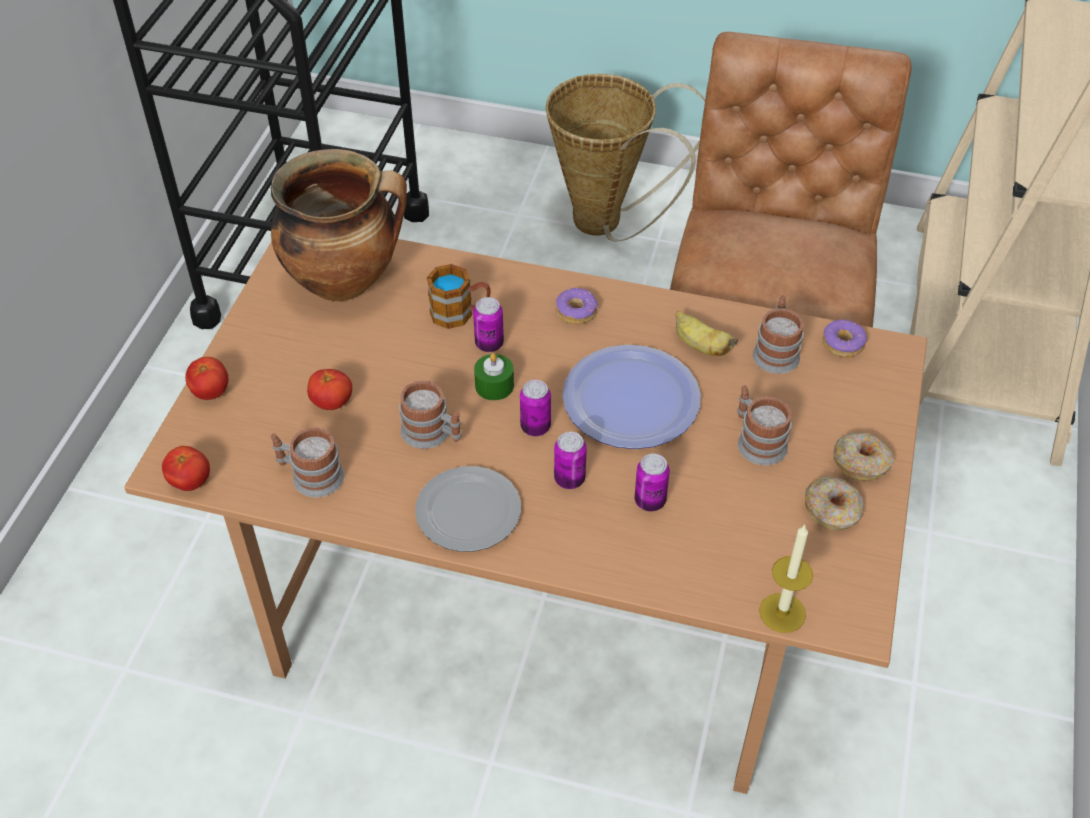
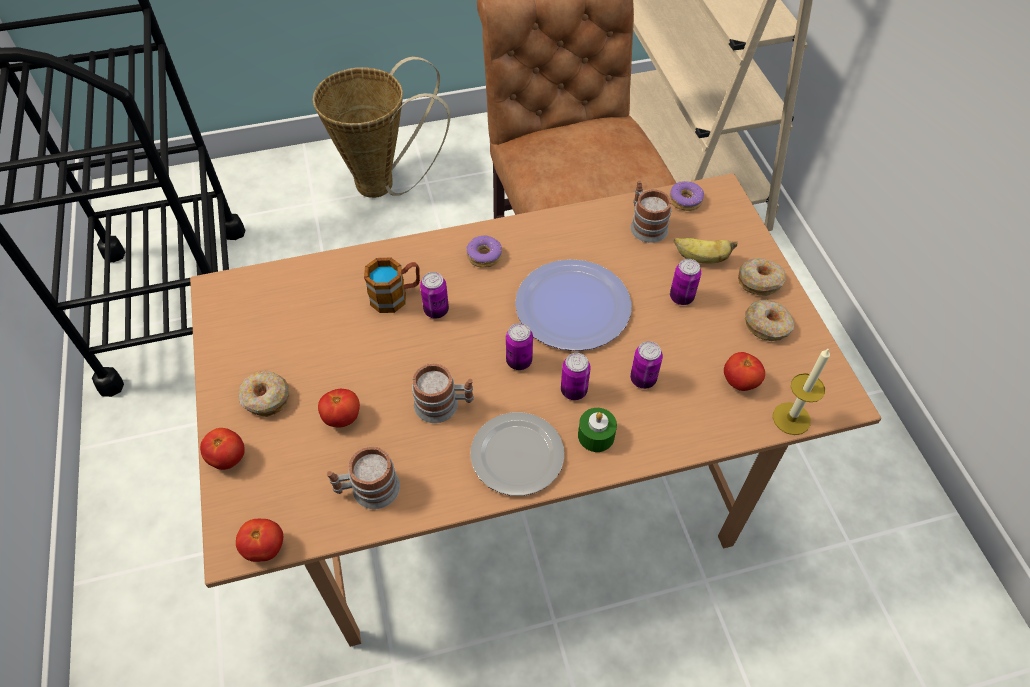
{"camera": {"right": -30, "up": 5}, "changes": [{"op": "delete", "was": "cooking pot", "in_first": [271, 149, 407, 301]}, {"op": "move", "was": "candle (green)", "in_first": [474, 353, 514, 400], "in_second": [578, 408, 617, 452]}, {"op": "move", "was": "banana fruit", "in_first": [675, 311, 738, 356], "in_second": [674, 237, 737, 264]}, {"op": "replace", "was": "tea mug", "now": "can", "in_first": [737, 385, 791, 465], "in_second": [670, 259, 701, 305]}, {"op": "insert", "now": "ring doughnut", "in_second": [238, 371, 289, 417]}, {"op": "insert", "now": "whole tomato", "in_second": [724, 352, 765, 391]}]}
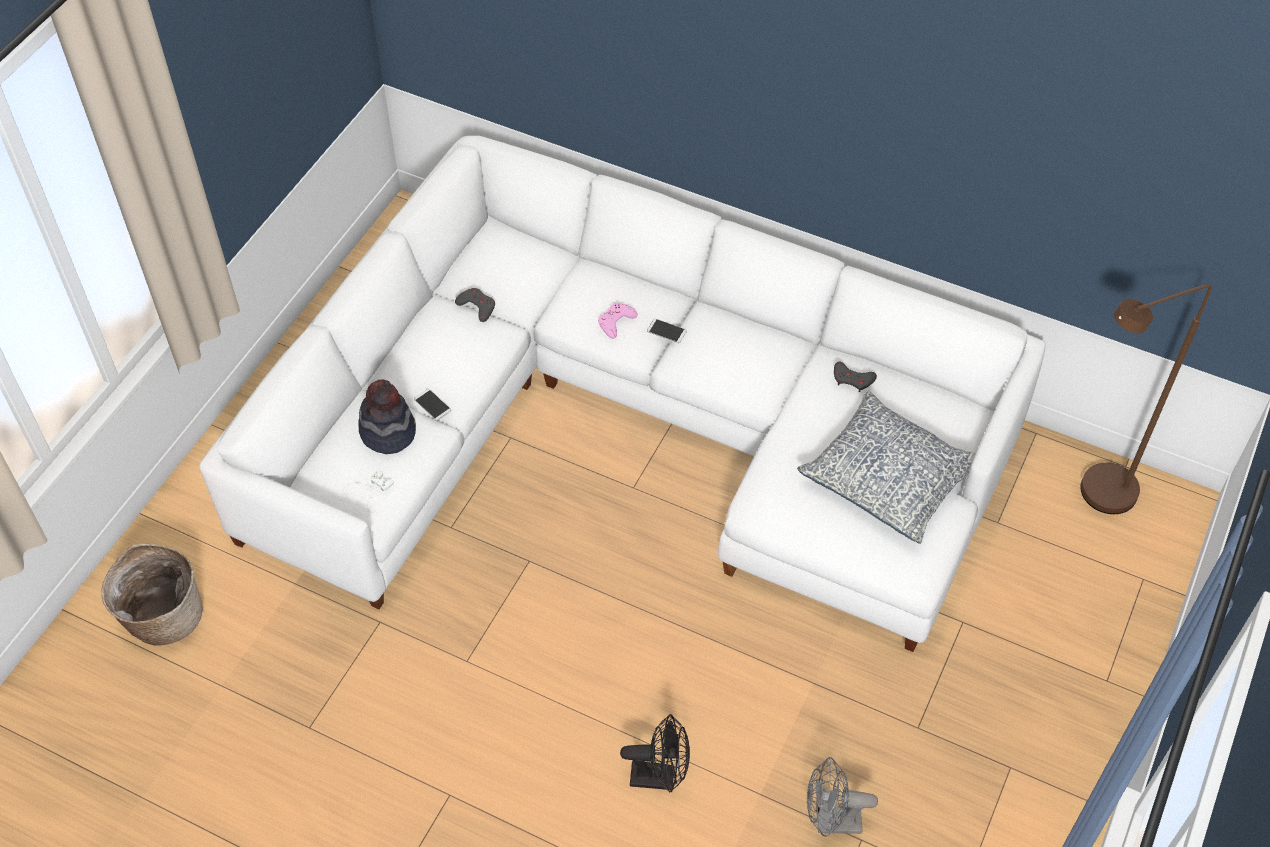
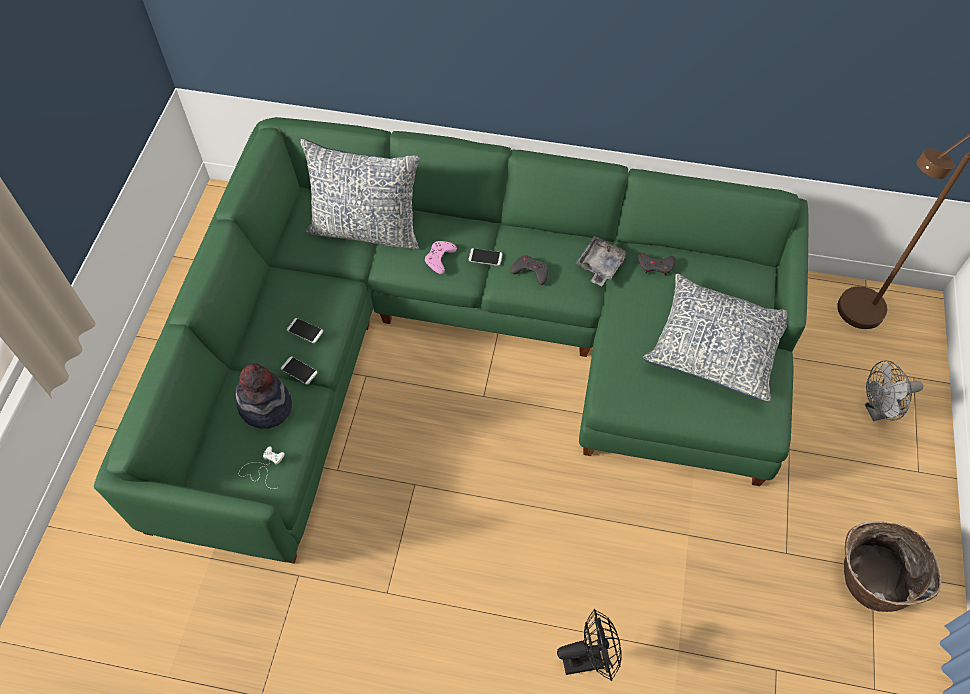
{"camera": {"right": -15, "up": 5}, "changes": [{"op": "move", "was": "household basket", "in_first": [101, 544, 203, 646], "in_second": [844, 521, 941, 612]}, {"op": "recolor", "was": "couch (whitish)", "now": "couch (green)", "in_first": [199, 136, 1046, 652], "in_second": [94, 117, 809, 564]}, {"op": "move", "was": "gamepad (gray)", "in_first": [455, 288, 495, 322], "in_second": [510, 255, 548, 285]}, {"op": "move", "was": "cooling fan (gray)", "in_first": [807, 757, 878, 837], "in_second": [865, 360, 924, 421]}, {"op": "insert", "now": "phone", "in_second": [287, 318, 323, 343]}, {"op": "insert", "now": "pillow", "in_second": [300, 139, 420, 250]}, {"op": "insert", "now": "carrying tray (gray)", "in_second": [575, 236, 629, 286]}]}
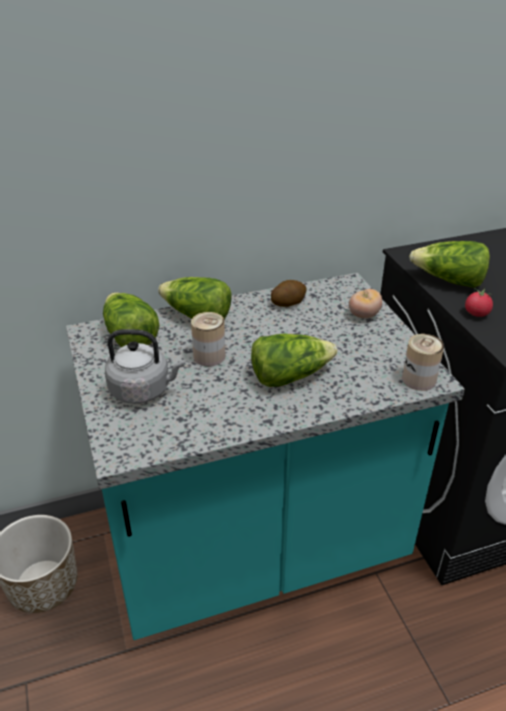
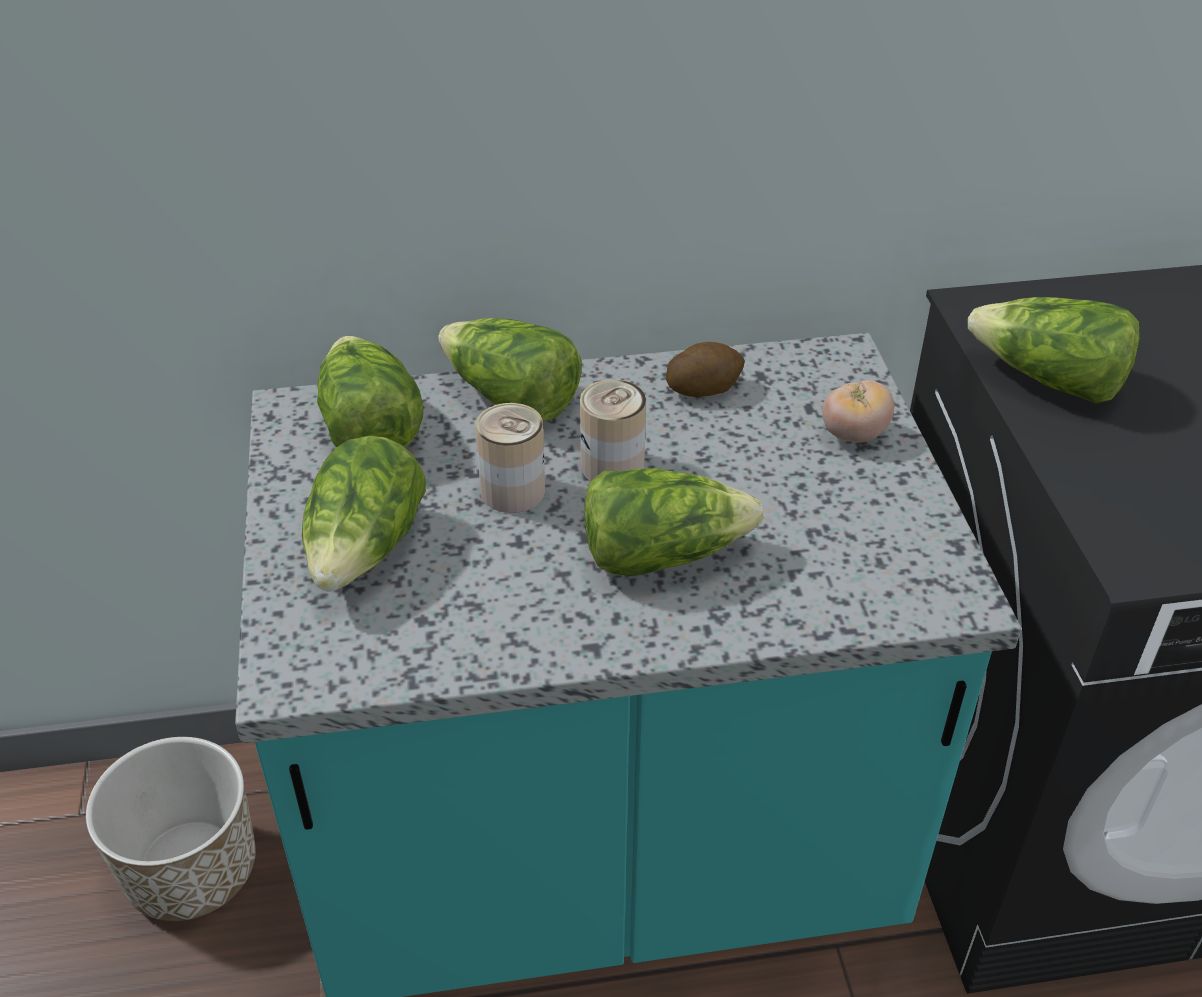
{"camera": {"right": 10, "up": 5}, "changes": [{"op": "replace", "was": "tea kettle (gray)", "now": "lettuce", "in_first": [105, 329, 184, 404], "in_second": [302, 435, 426, 591]}, {"op": "move", "was": "can", "in_first": [402, 334, 444, 391], "in_second": [580, 379, 646, 481]}, {"op": "delete", "was": "whole tomato", "in_first": [465, 288, 493, 317]}]}
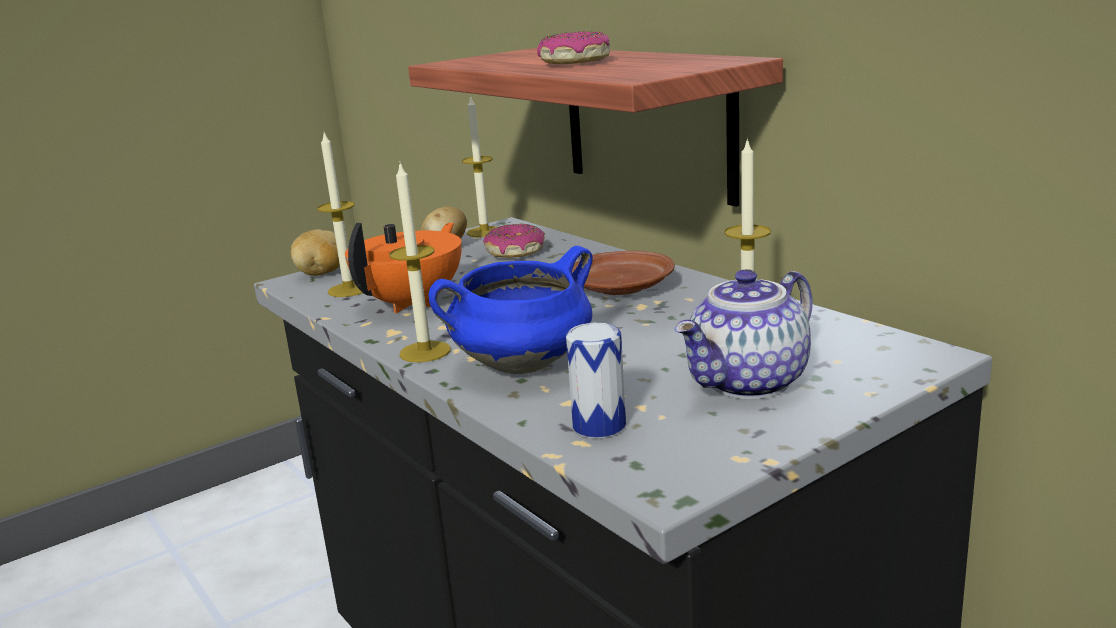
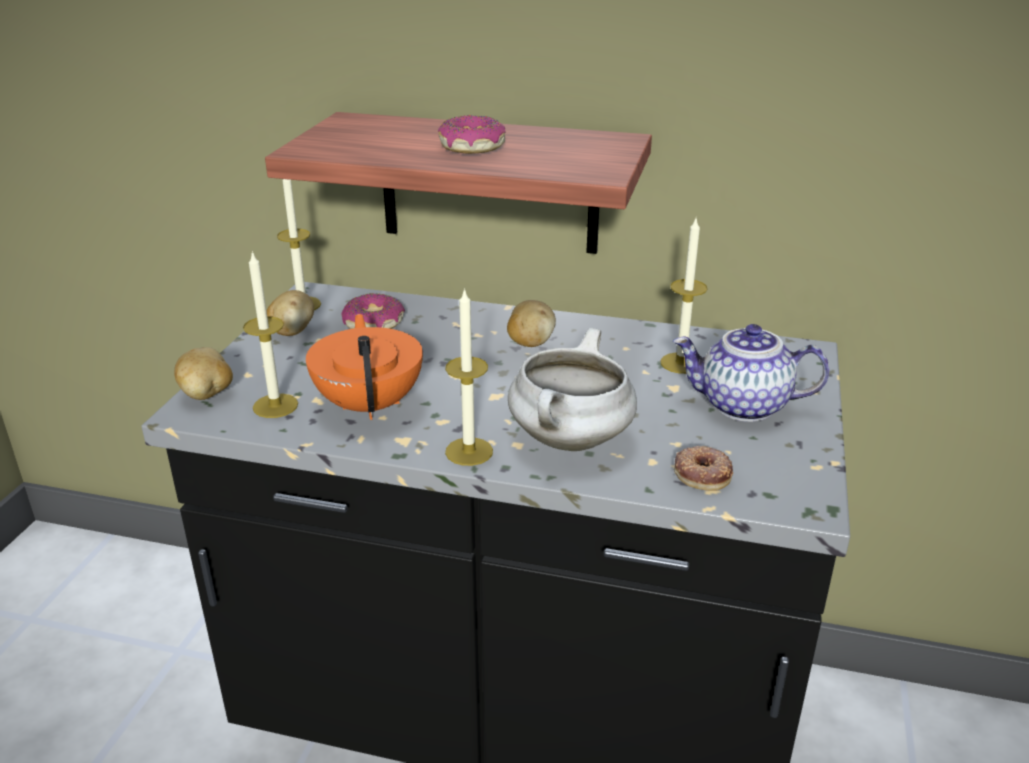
{"camera": {"right": -40, "up": 10}, "changes": [{"op": "recolor", "was": "cooking pot (bluish)", "now": "cooking pot (whitish)", "in_first": [429, 246, 593, 374], "in_second": [508, 328, 637, 451]}, {"op": "replace", "was": "can", "now": "ring doughnut", "in_first": [566, 322, 626, 438], "in_second": [674, 446, 733, 491]}, {"op": "replace", "was": "plate (brown-coloured)", "now": "whole potato", "in_first": [572, 251, 675, 295], "in_second": [507, 300, 556, 347]}, {"op": "rotate", "was": "pot for tea", "in_first": [674, 269, 813, 400], "in_second": [673, 324, 829, 422], "clockwise": 90}]}
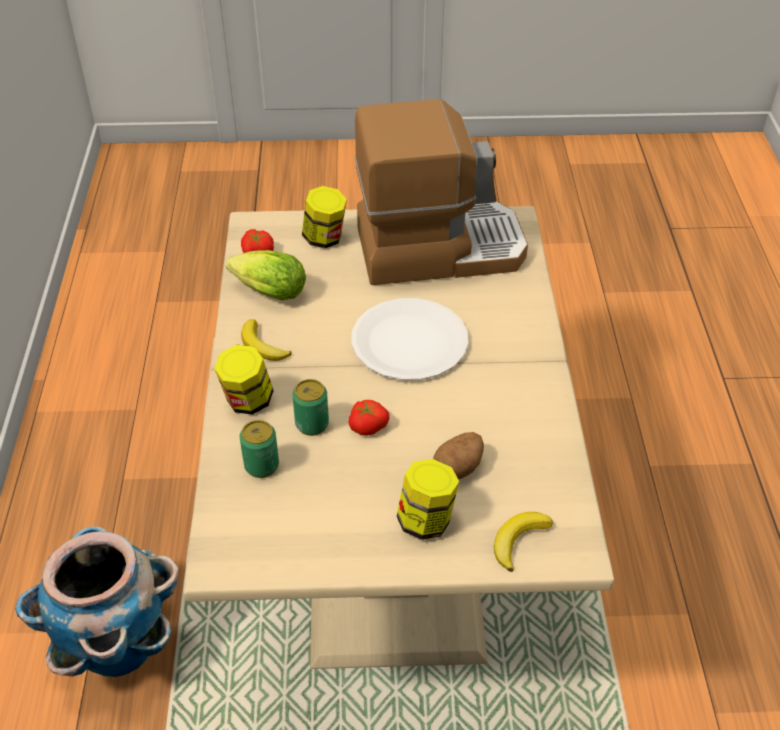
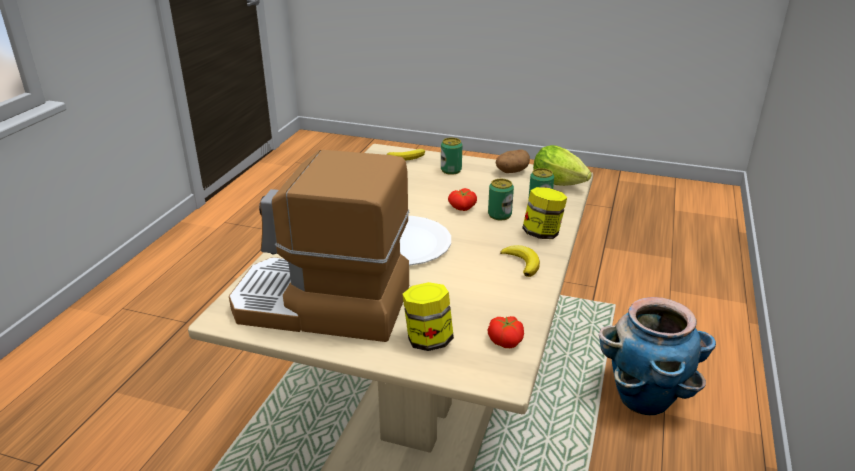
{"camera": {"right": -160, "up": -15}, "changes": [{"op": "move", "was": "lettuce", "in_first": [226, 250, 306, 300], "in_second": [533, 145, 592, 186]}, {"op": "replace", "was": "storage jar", "now": "can", "in_first": [397, 459, 459, 540], "in_second": [441, 138, 462, 175]}, {"op": "move", "was": "whole potato", "in_first": [433, 432, 484, 479], "in_second": [496, 150, 530, 173]}]}
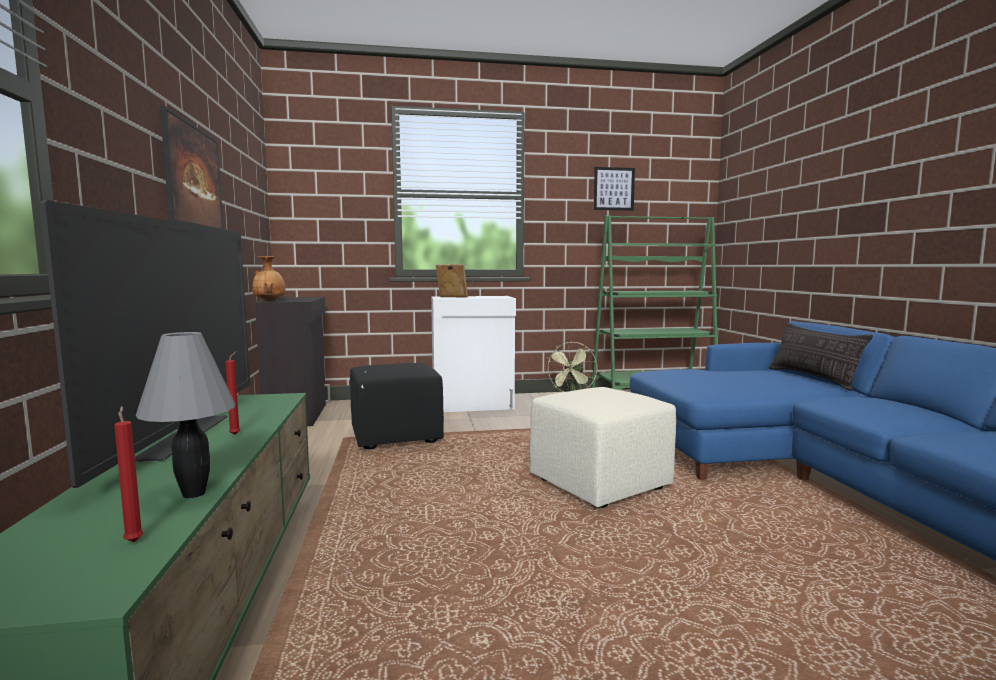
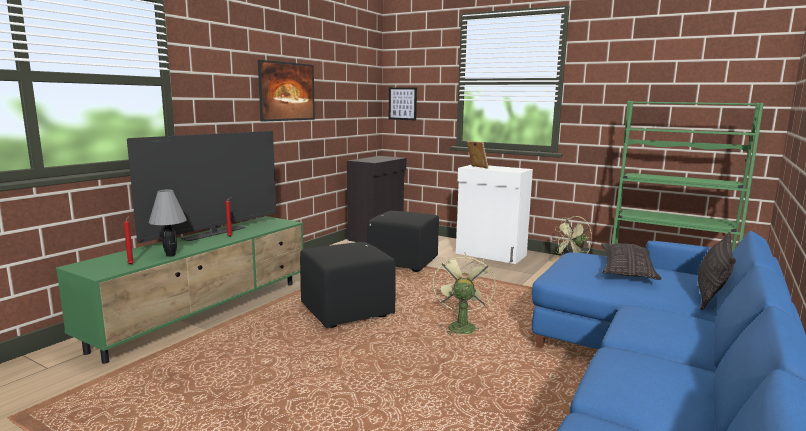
{"camera": {"right": 40, "up": 5}, "changes": [{"op": "delete", "was": "flower vase (brown-coloured)", "in_first": [252, 256, 285, 301]}, {"op": "replace", "was": "footrest (beige)", "now": "cooling fan (green)", "in_first": [530, 387, 676, 508], "in_second": [433, 253, 496, 335]}, {"op": "move", "was": "picture", "in_first": [594, 167, 635, 211], "in_second": [389, 87, 417, 120]}, {"op": "insert", "now": "footrest (blackish)", "in_second": [300, 242, 396, 328]}, {"op": "insert", "now": "pillow", "in_second": [601, 243, 662, 280]}]}
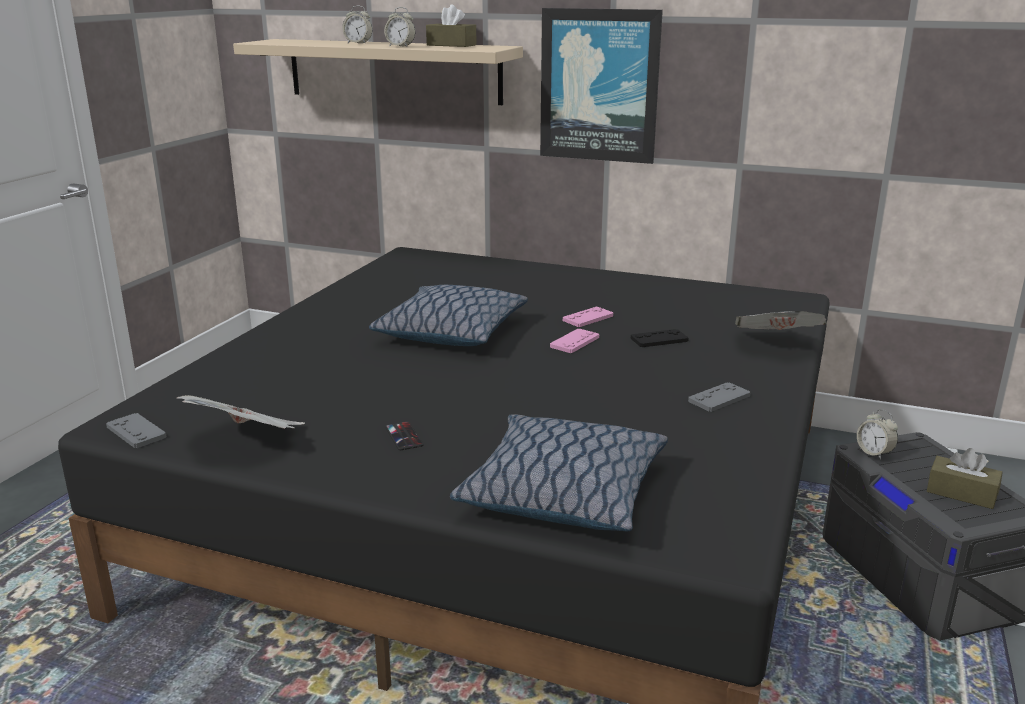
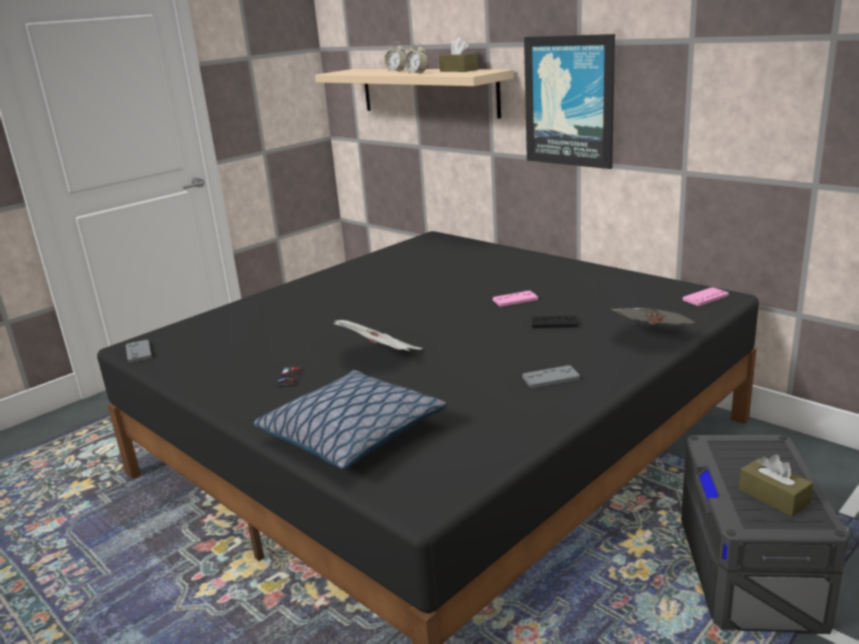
{"camera": {"right": 25, "up": 0}, "changes": [{"op": "move", "was": "newspaper", "in_first": [177, 395, 305, 428], "in_second": [333, 320, 423, 351]}, {"op": "delete", "was": "pillow", "in_first": [369, 285, 528, 346]}, {"op": "move", "was": "gamepad (pink)", "in_first": [550, 329, 599, 353], "in_second": [683, 287, 729, 306]}, {"op": "delete", "was": "table clock", "in_first": [857, 409, 898, 460]}]}
